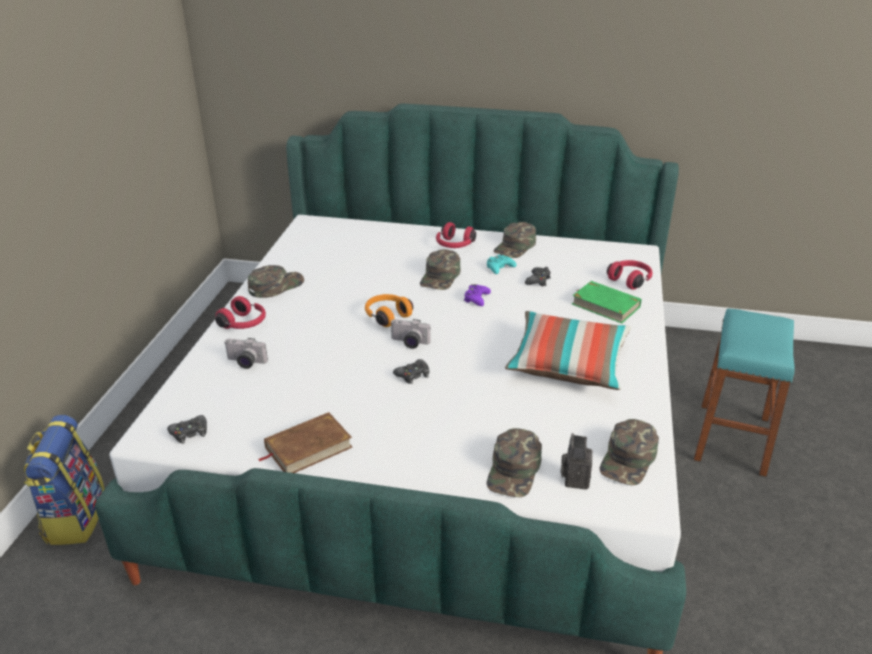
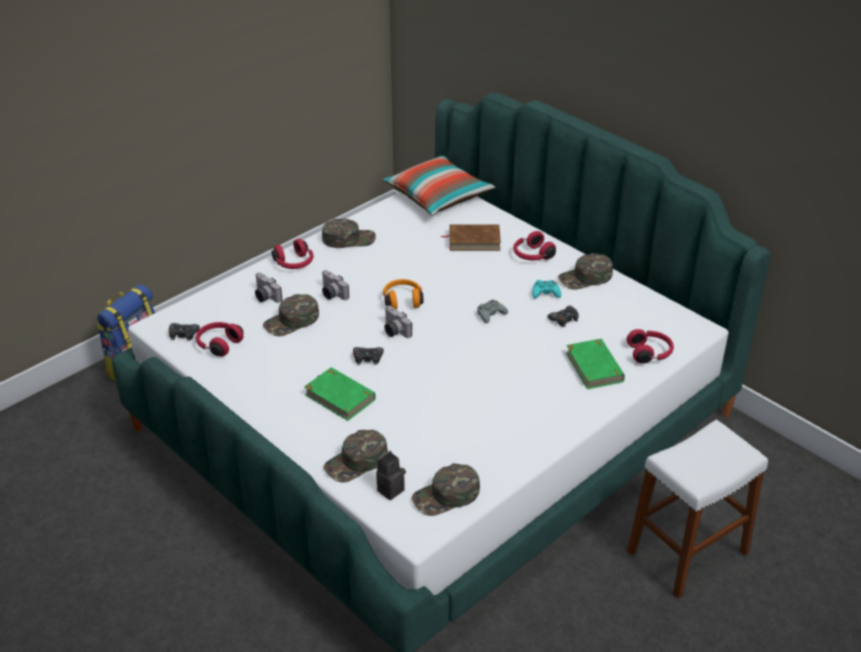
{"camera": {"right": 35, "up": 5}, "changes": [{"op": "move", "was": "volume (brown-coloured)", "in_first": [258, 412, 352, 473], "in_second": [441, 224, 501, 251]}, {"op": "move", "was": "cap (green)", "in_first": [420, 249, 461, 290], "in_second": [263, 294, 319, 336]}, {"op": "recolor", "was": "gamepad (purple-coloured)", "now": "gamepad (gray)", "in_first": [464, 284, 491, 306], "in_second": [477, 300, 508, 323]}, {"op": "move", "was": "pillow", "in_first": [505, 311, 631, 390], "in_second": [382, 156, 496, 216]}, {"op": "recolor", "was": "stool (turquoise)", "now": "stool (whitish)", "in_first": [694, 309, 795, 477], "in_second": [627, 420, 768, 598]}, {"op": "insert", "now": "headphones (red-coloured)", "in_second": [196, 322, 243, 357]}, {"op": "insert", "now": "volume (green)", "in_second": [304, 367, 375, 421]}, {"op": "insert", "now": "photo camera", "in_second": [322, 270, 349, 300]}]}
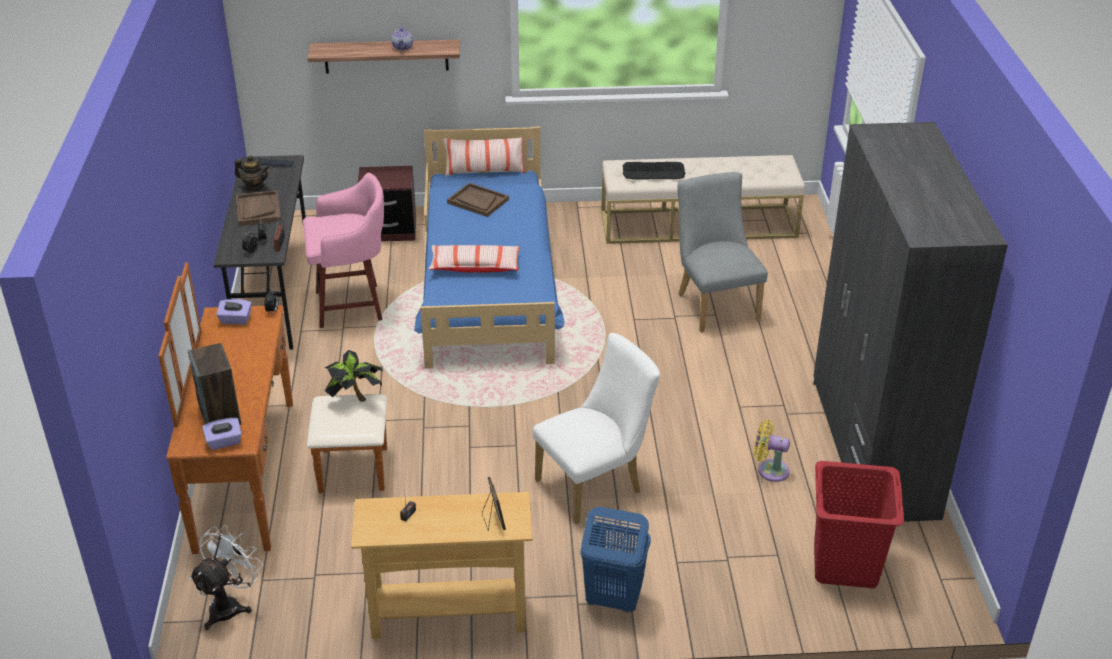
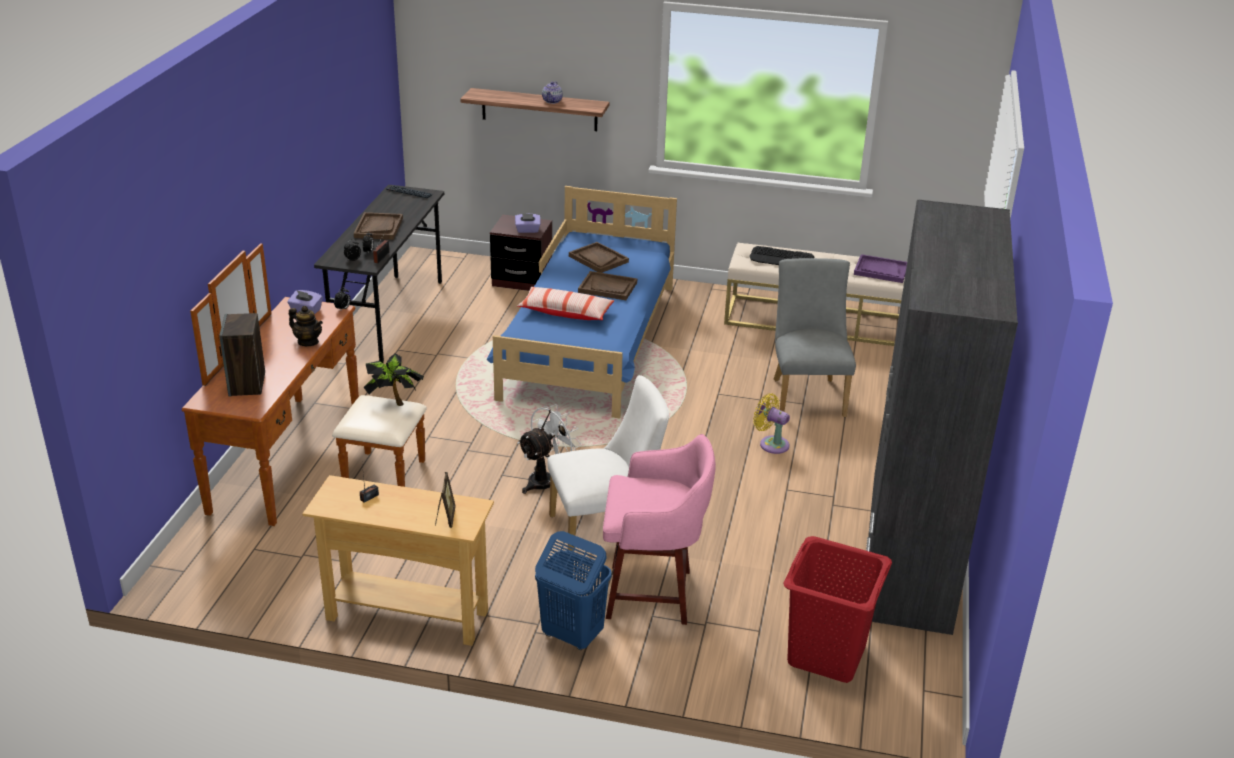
{"camera": {"right": 15, "up": -5}, "changes": [{"op": "move", "was": "cooling fan (whitish)", "in_first": [189, 525, 263, 630], "in_second": [517, 404, 582, 494]}, {"op": "move", "was": "tissue box (purple-coloured)", "in_first": [202, 418, 242, 450], "in_second": [515, 214, 540, 233]}, {"op": "move", "was": "pot for tea", "in_first": [235, 156, 269, 191], "in_second": [289, 306, 323, 346]}, {"op": "move", "was": "stool (pink)", "in_first": [303, 173, 384, 328], "in_second": [603, 434, 716, 625]}, {"op": "delete", "was": "pillow", "in_first": [443, 138, 525, 177]}, {"op": "move", "was": "cooling fan (yellow)", "in_first": [754, 420, 790, 482], "in_second": [753, 394, 790, 454]}, {"op": "insert", "now": "carrying tray (brown-coloured)", "in_second": [578, 271, 637, 300]}, {"op": "insert", "now": "carrying tray (purple-coloured)", "in_second": [854, 254, 907, 283]}]}
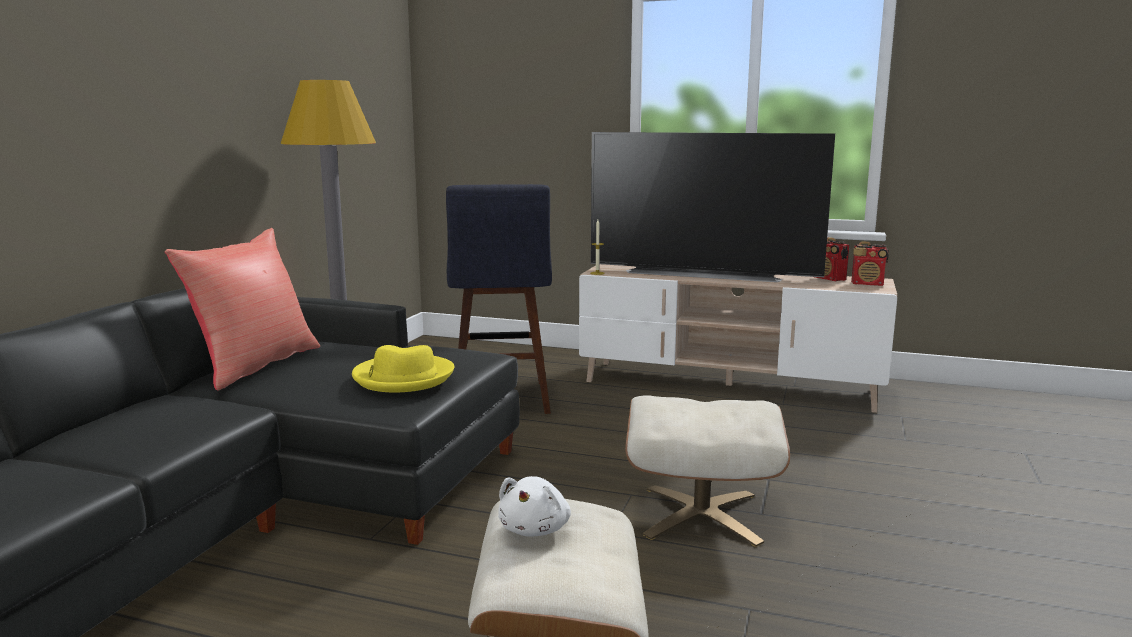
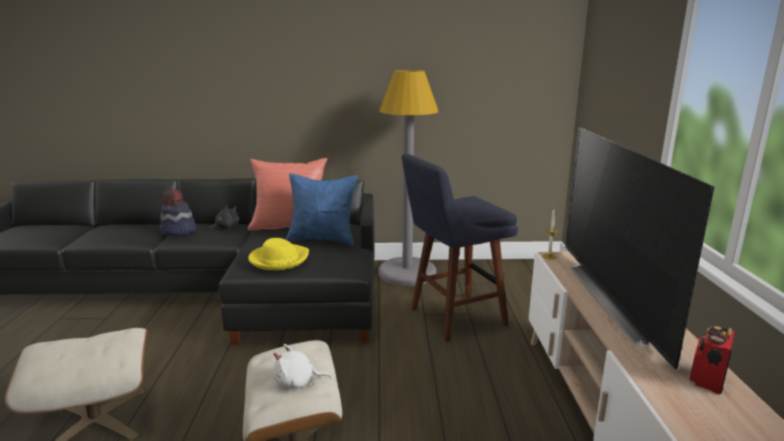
{"camera": {"right": 70, "up": 5}, "changes": [{"op": "move", "was": "soft toy (whitish)", "in_first": [498, 476, 571, 537], "in_second": [273, 344, 331, 389]}, {"op": "delete", "was": "radio set", "in_first": [851, 241, 889, 286]}, {"op": "insert", "now": "wearable hat", "in_second": [160, 189, 196, 236]}, {"op": "insert", "now": "soft toy (blackish)", "in_second": [207, 205, 239, 231]}, {"op": "insert", "now": "pillow (bluish)", "in_second": [286, 173, 358, 245]}]}
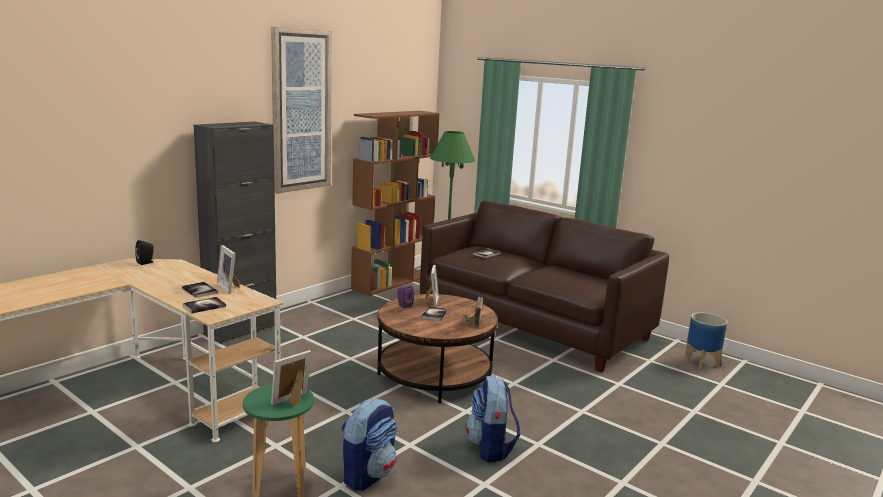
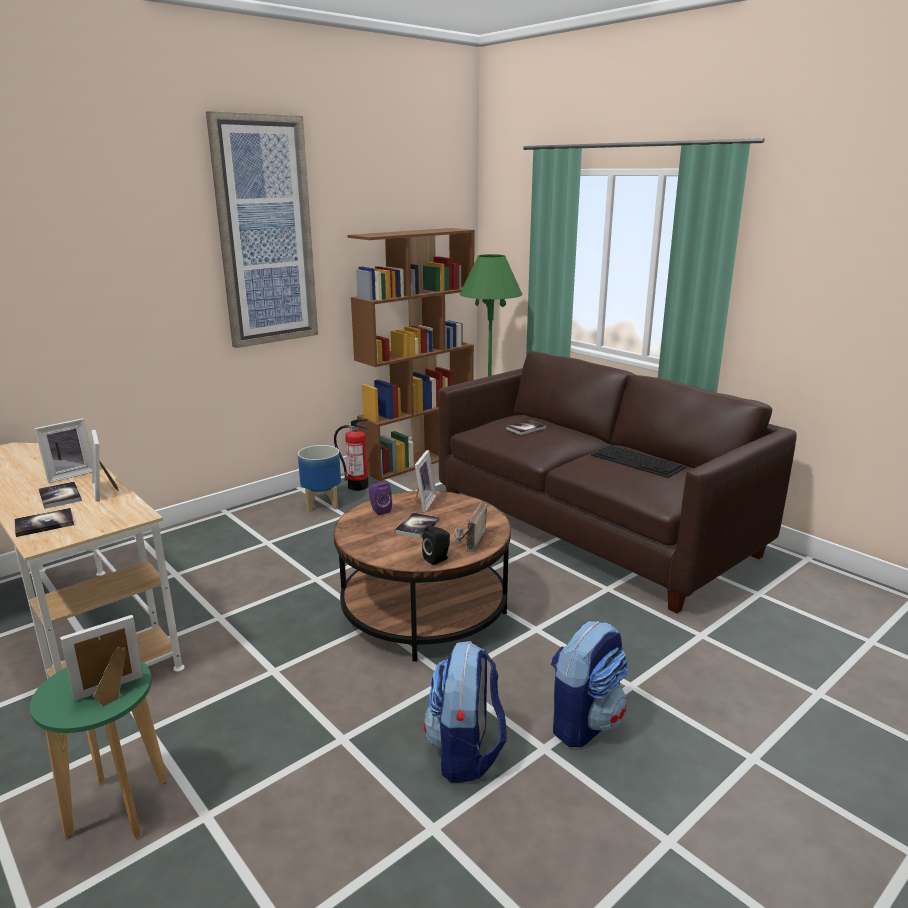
{"camera": {"right": 10, "up": 5}, "changes": [{"op": "move", "was": "audio speaker (blackish)", "in_first": [135, 240, 154, 265], "in_second": [422, 526, 450, 565]}, {"op": "delete", "was": "cupboard (blackish)", "in_first": [194, 121, 276, 344]}, {"op": "move", "was": "rucksack", "in_first": [341, 398, 398, 491], "in_second": [551, 621, 628, 747]}, {"op": "move", "was": "planter", "in_first": [684, 313, 727, 369], "in_second": [298, 445, 341, 512]}, {"op": "insert", "now": "picture frame", "in_second": [34, 418, 92, 483]}, {"op": "insert", "now": "extinguisher", "in_second": [334, 419, 369, 491]}, {"op": "insert", "now": "computer keyboard", "in_second": [591, 445, 686, 478]}]}
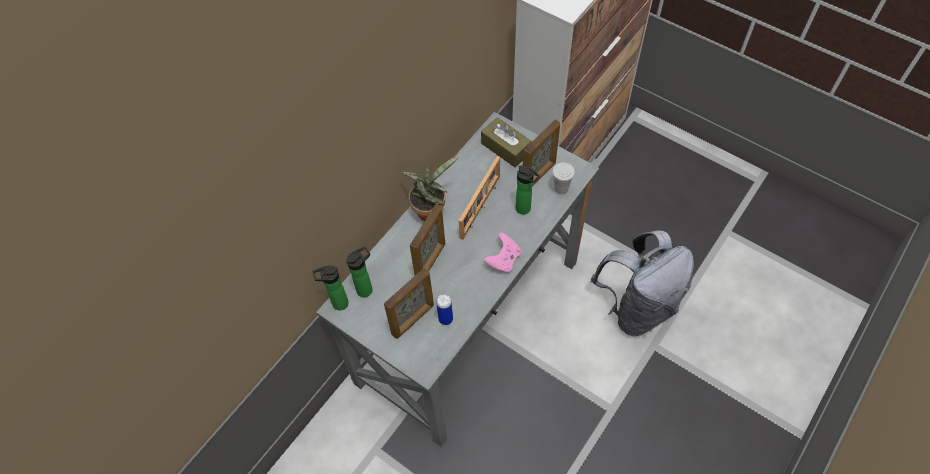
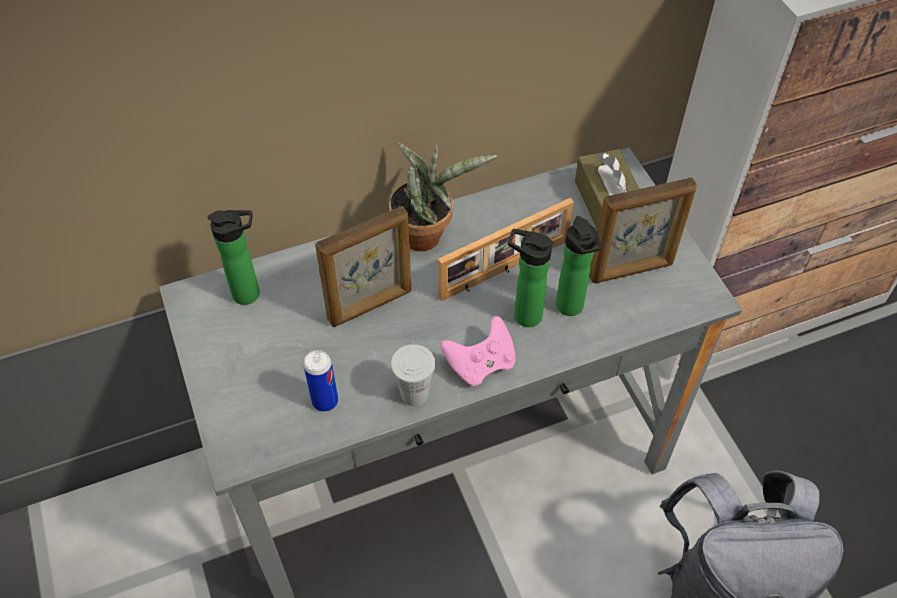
{"camera": {"right": 30, "up": -5}, "changes": [{"op": "move", "was": "beverage bottle", "in_first": [313, 265, 349, 310], "in_second": [508, 229, 554, 327]}, {"op": "delete", "was": "picture frame", "in_first": [384, 267, 434, 339]}, {"op": "move", "was": "small cup (whitish)", "in_first": [553, 163, 575, 195], "in_second": [391, 344, 435, 406]}]}
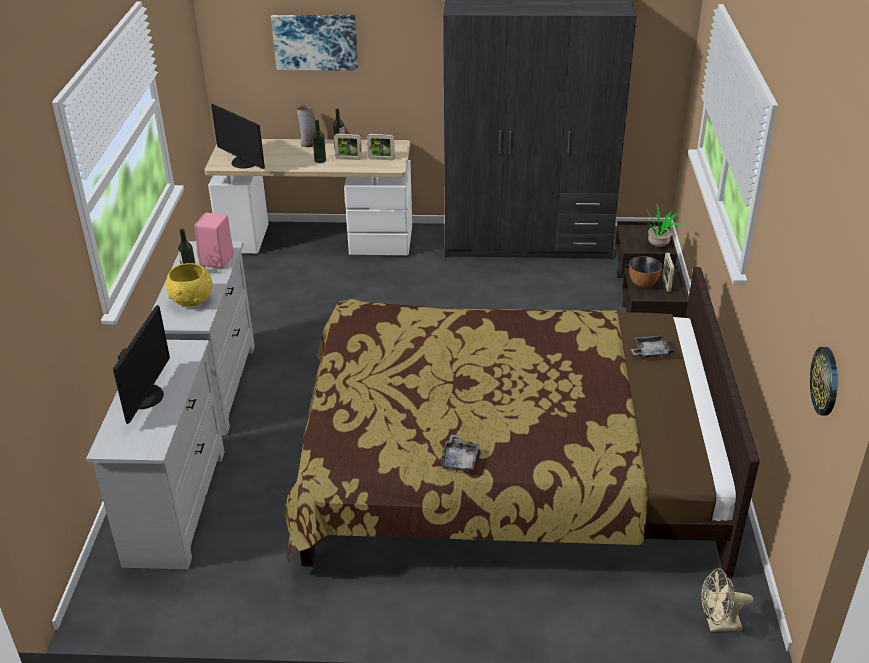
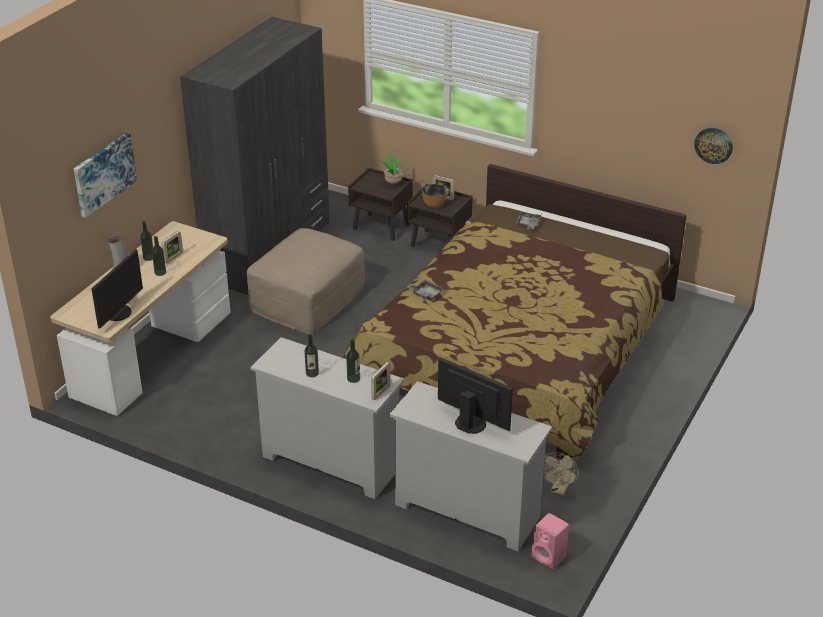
{"camera": {"right": -65, "up": 0}, "changes": [{"op": "replace", "was": "bowl (yellow)", "now": "beverage bottle", "in_first": [166, 263, 212, 306], "in_second": [346, 339, 360, 383]}, {"op": "move", "was": "audio speaker (pink)", "in_first": [195, 212, 234, 269], "in_second": [532, 513, 569, 569]}, {"op": "rotate", "was": "computer screen", "in_first": [211, 104, 265, 169], "in_second": [91, 249, 143, 329], "clockwise": -45}, {"op": "move", "was": "picture frame", "in_first": [367, 134, 395, 160], "in_second": [371, 362, 391, 400]}, {"op": "move", "was": "carrying tray (gray)", "in_first": [439, 434, 480, 471], "in_second": [408, 280, 444, 301]}, {"op": "move", "was": "cooling fan (beige)", "in_first": [701, 568, 753, 632], "in_second": [543, 452, 579, 495]}, {"op": "insert", "now": "footrest (beige)", "in_second": [247, 228, 365, 334]}]}
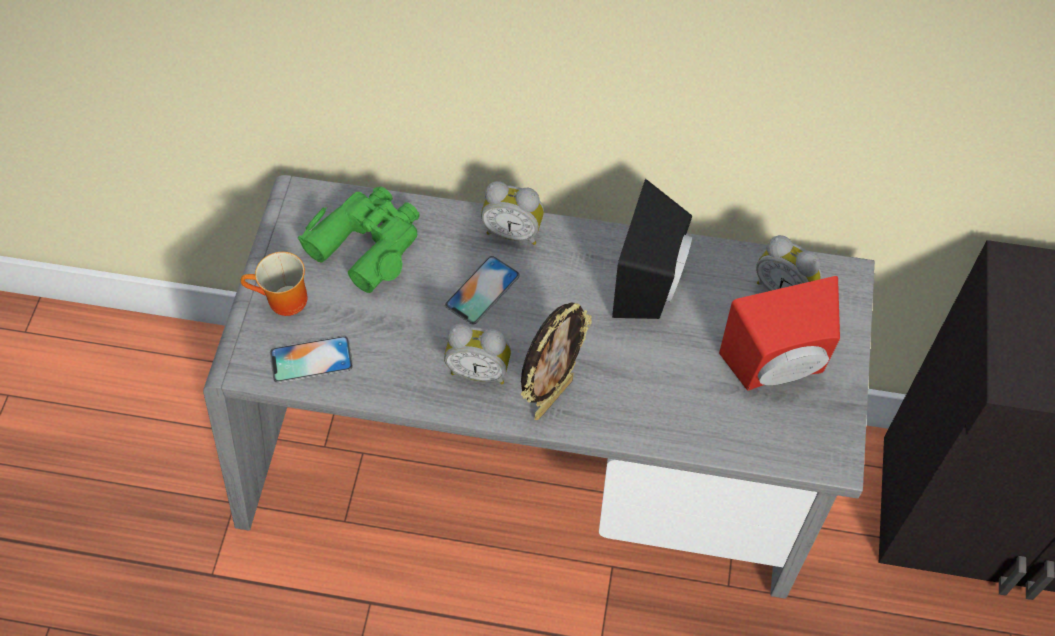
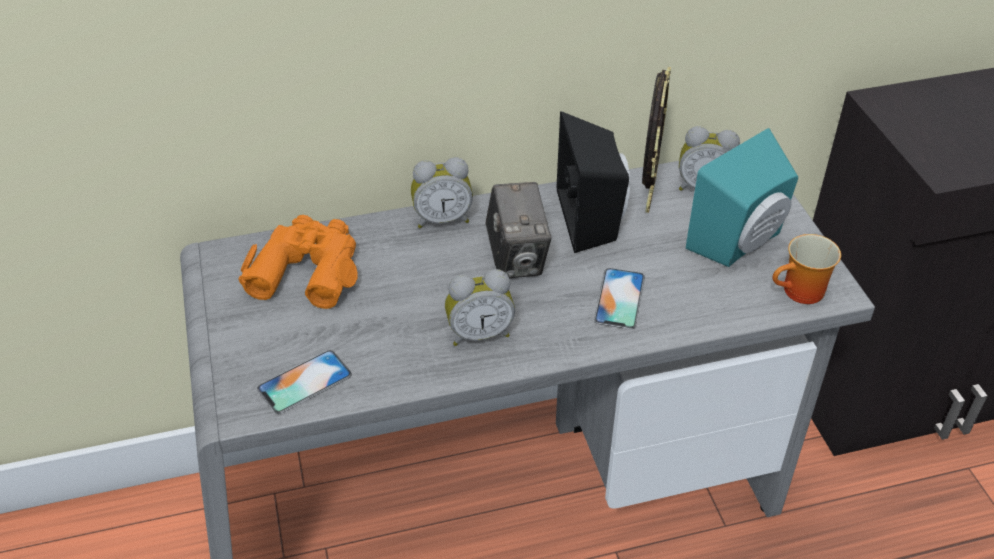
{"camera": {"right": -25, "up": -15}, "changes": [{"op": "move", "was": "tea mug", "in_first": [240, 252, 308, 316], "in_second": [772, 234, 841, 304]}, {"op": "recolor", "was": "field glasses (green)", "now": "field glasses (orange)", "in_first": [298, 186, 420, 293], "in_second": [238, 215, 358, 309]}, {"op": "move", "was": "phone", "in_first": [445, 256, 520, 325], "in_second": [594, 268, 645, 329]}, {"op": "move", "was": "picture frame", "in_first": [521, 302, 592, 420], "in_second": [642, 67, 671, 213]}, {"op": "recolor", "was": "audio speaker (red-coloured)", "now": "audio speaker (turquoise)", "in_first": [719, 276, 840, 391], "in_second": [686, 128, 798, 267]}, {"op": "insert", "now": "photo camera", "in_second": [485, 182, 552, 278]}]}
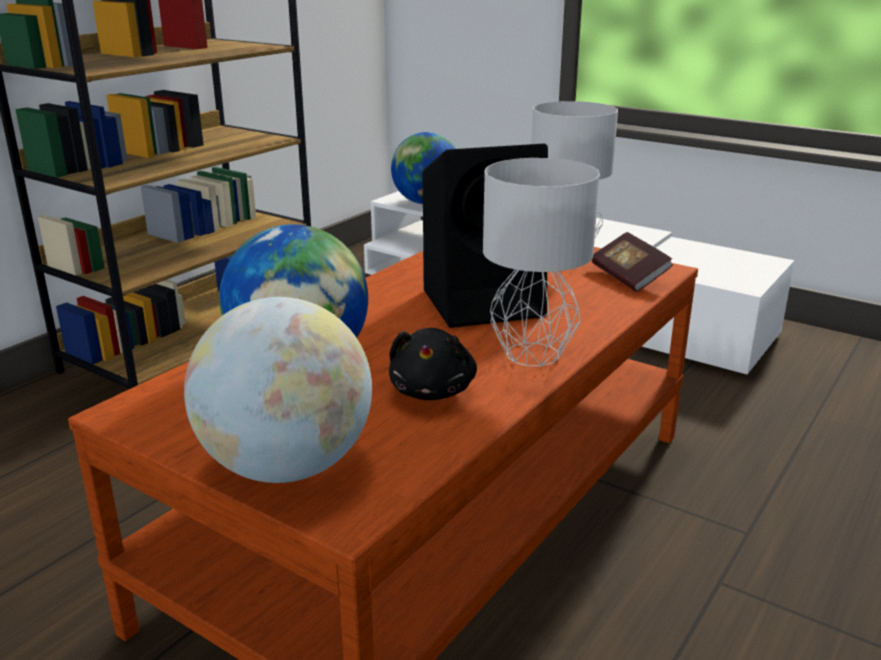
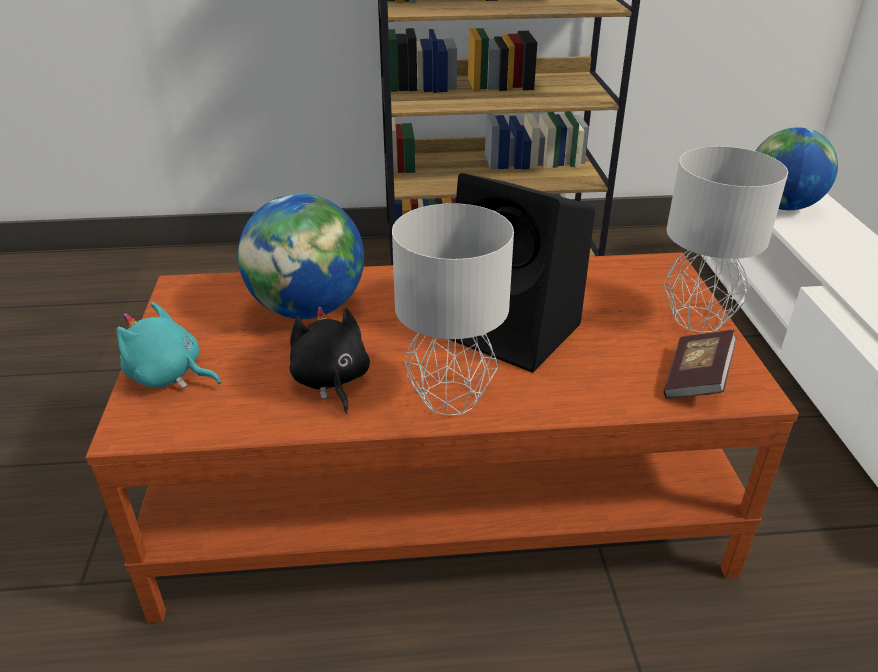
{"camera": {"right": 50, "up": 10}, "changes": [{"op": "replace", "was": "world globe", "now": "soft toy (turquoise)", "in_first": [184, 297, 372, 483], "in_second": [117, 302, 221, 388]}, {"op": "rotate", "was": "soft toy (blackish)", "in_first": [389, 328, 477, 400], "in_second": [290, 307, 370, 414], "clockwise": 105}]}
